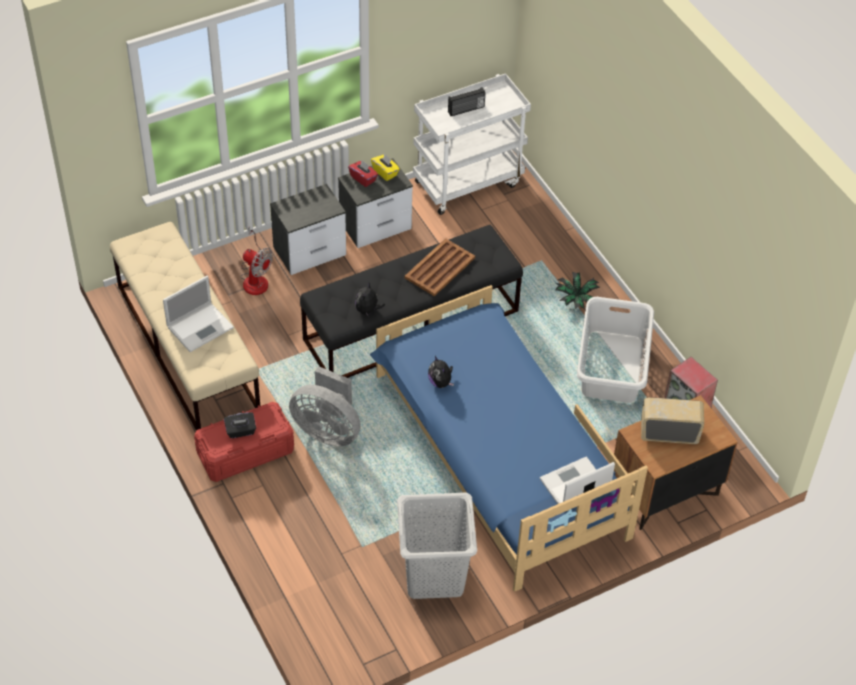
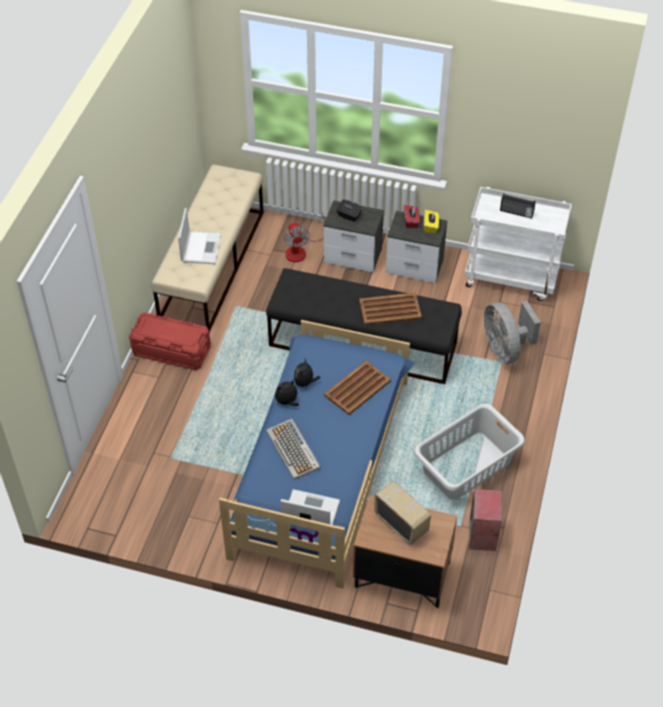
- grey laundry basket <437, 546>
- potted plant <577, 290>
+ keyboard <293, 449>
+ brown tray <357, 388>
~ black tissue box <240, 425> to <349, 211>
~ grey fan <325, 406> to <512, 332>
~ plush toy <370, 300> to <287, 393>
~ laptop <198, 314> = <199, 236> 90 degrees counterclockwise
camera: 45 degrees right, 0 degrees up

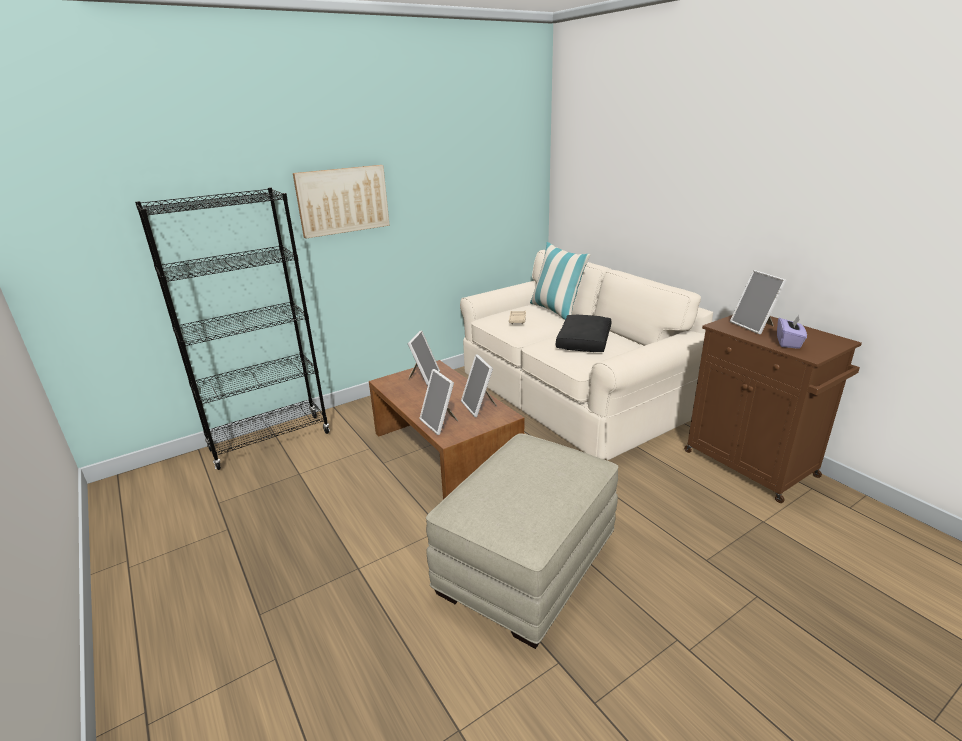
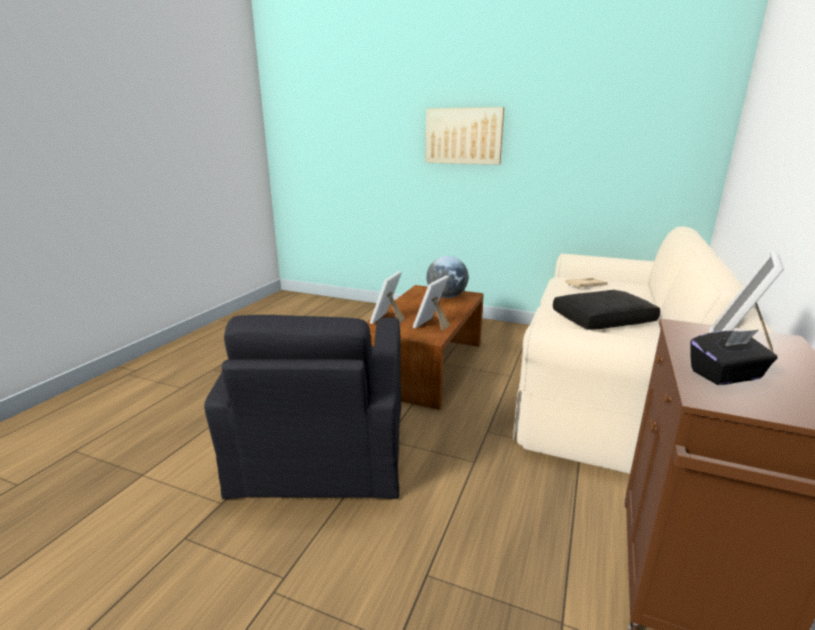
- black bookcase <232, 328>
- pillow <560, 281>
~ picture frame <423, 358> to globe <447, 277>
~ beige ottoman <522, 541> to black armchair <302, 407>
~ purple tissue box <792, 332> to black tissue box <733, 357>
camera: 55 degrees right, 5 degrees down

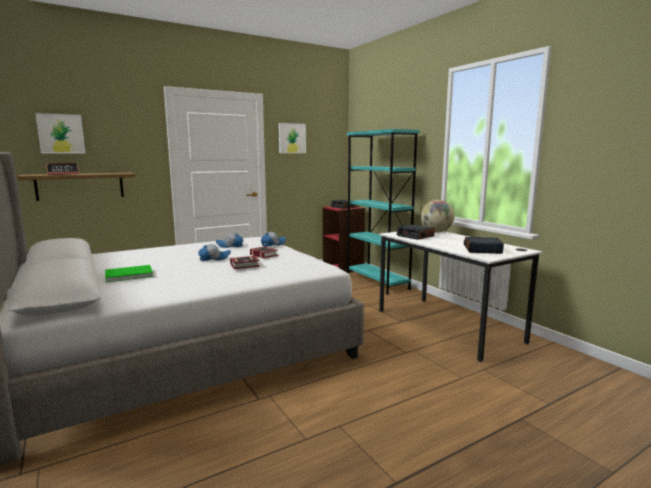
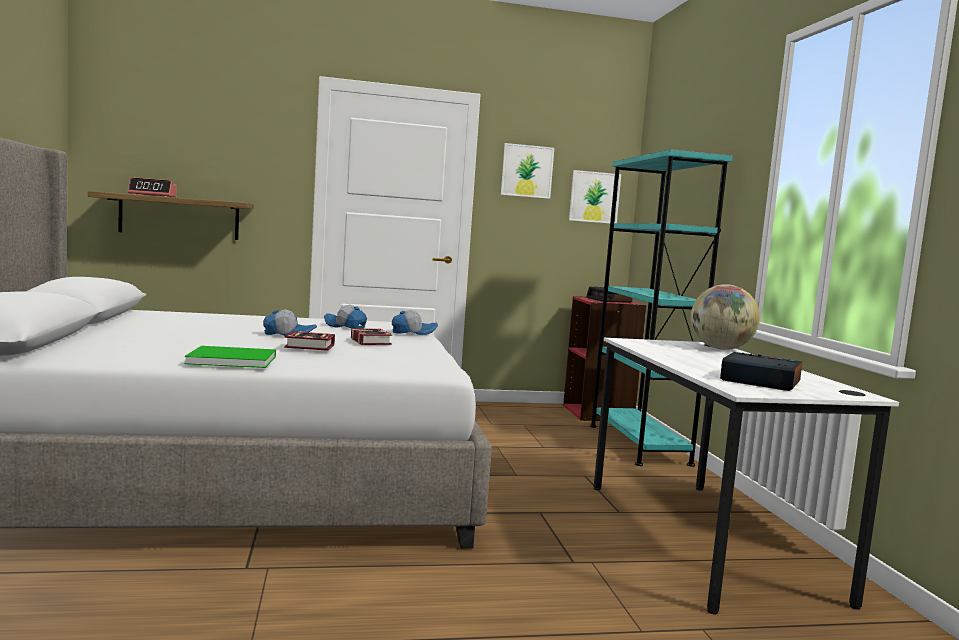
- alarm clock <416, 232>
~ picture <60, 133> to <595, 197>
~ green book <129, 273> to <230, 357>
camera: 20 degrees right, 5 degrees down

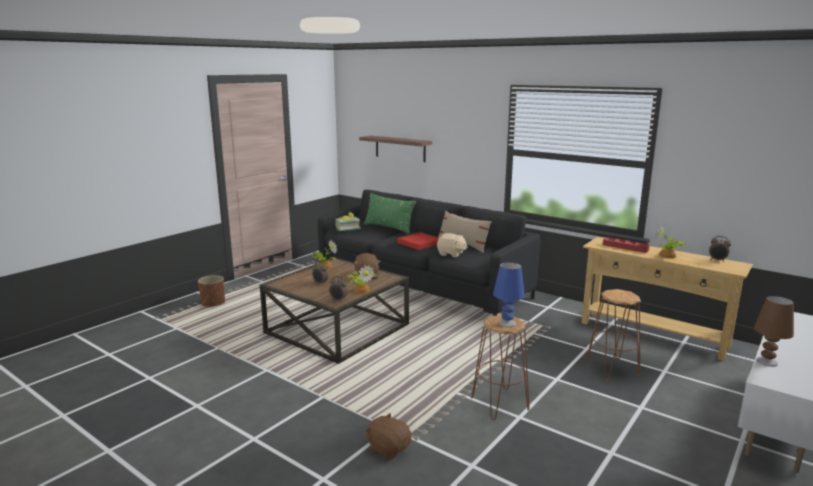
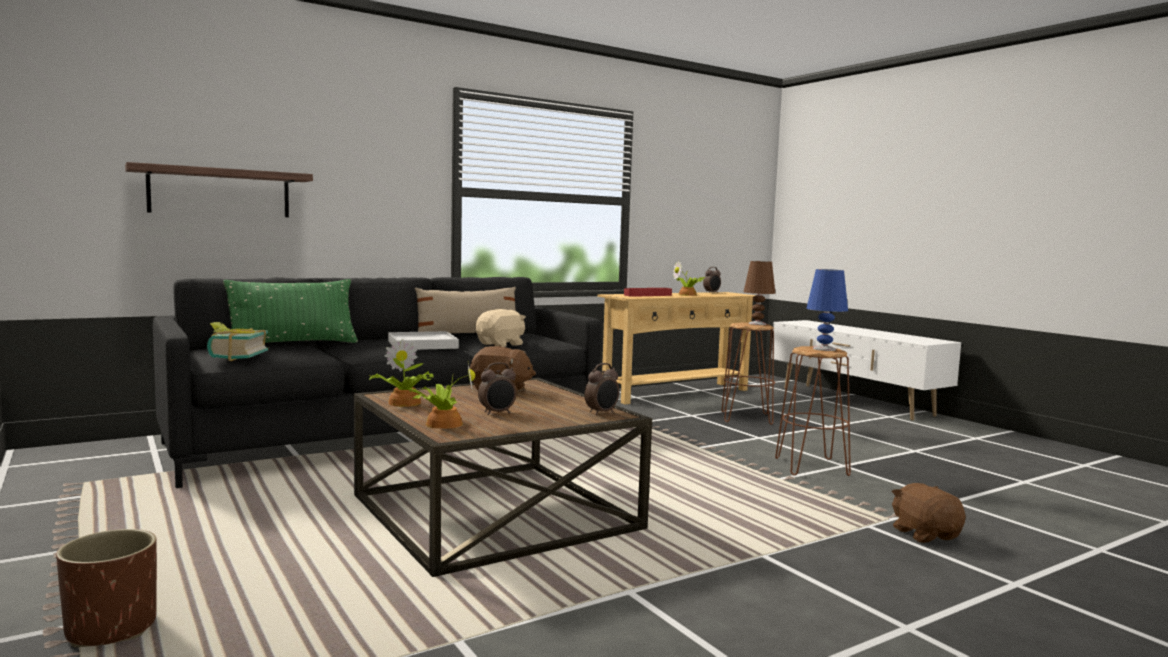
~ potted plant <361, 279> to <441, 395>
~ brown table lamp <774, 331> to <759, 293>
~ red tray <418, 241> to white tray <423, 340>
~ brown plush toy <389, 437> = <929, 513> 105 degrees clockwise
camera: 70 degrees left, 10 degrees down

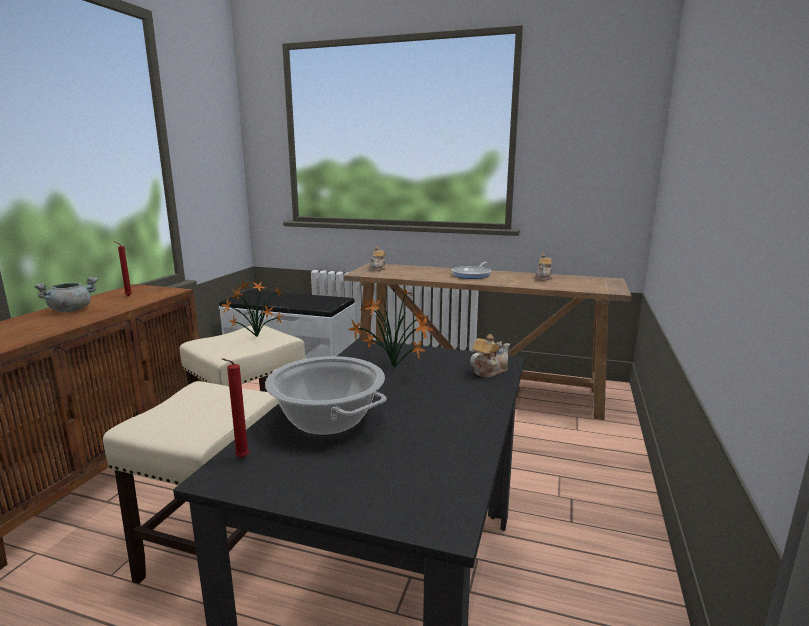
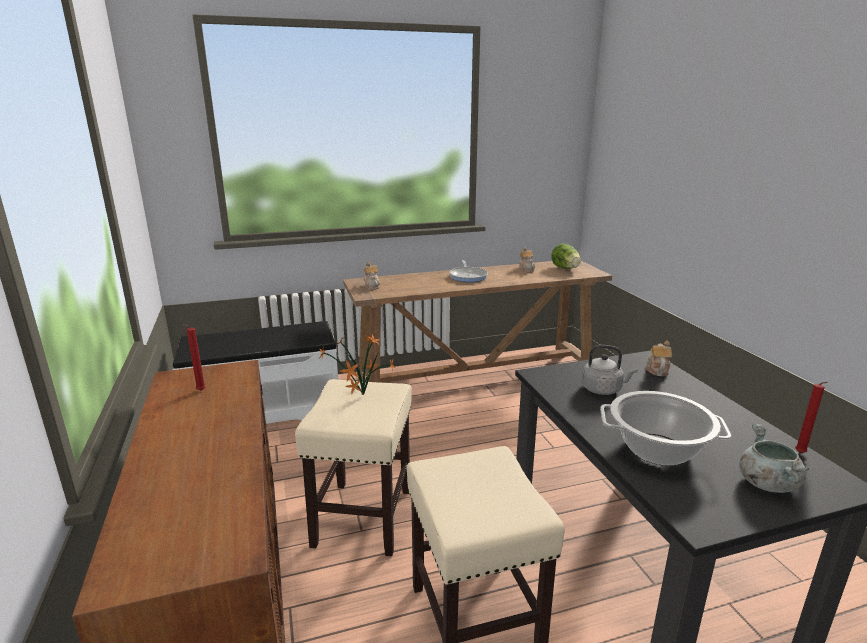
+ lettuce <566, 256>
~ grey cooking pot <66, 294> to <774, 458>
~ red candle <236, 408> to <811, 417>
~ potted plant <391, 328> to grey kettle <609, 370>
camera: 35 degrees left, 5 degrees up

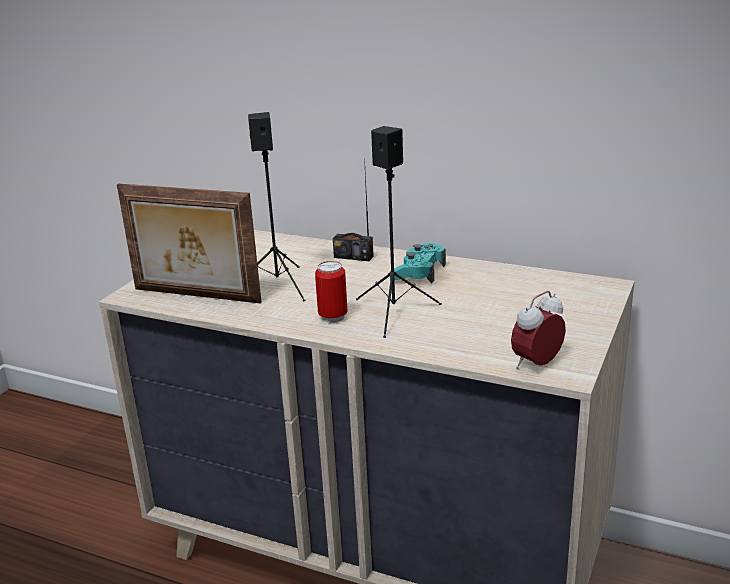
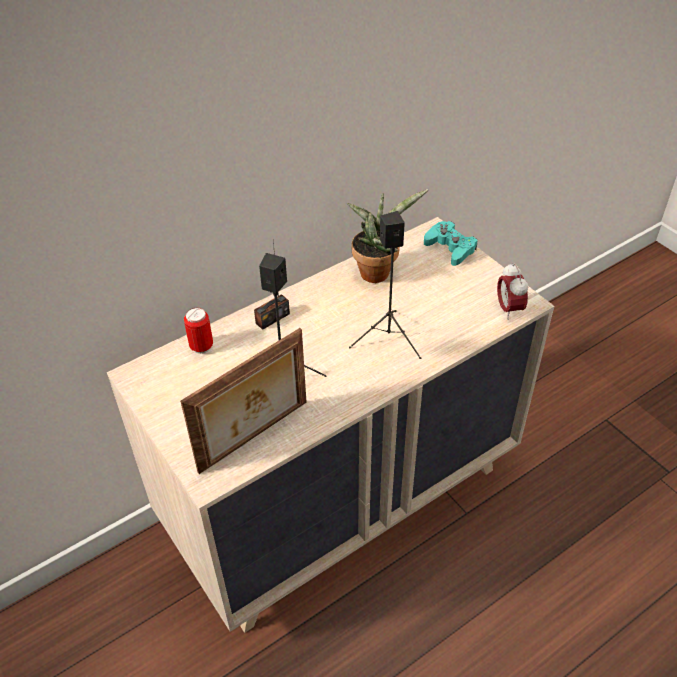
+ potted plant <387, 236>
~ can <331, 292> to <198, 331>
~ turquoise game controller <418, 263> to <451, 243>
camera: 60 degrees left, 20 degrees up

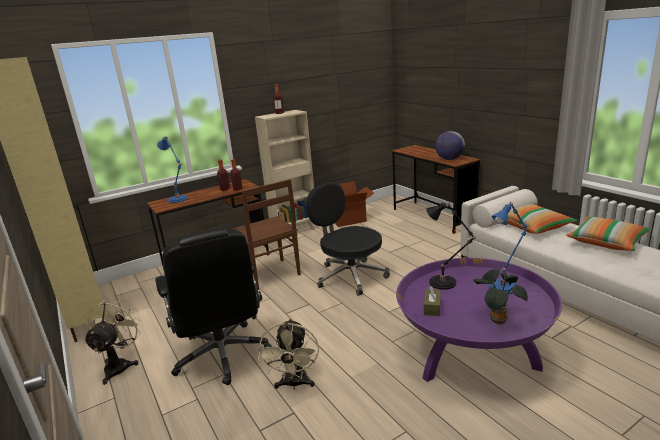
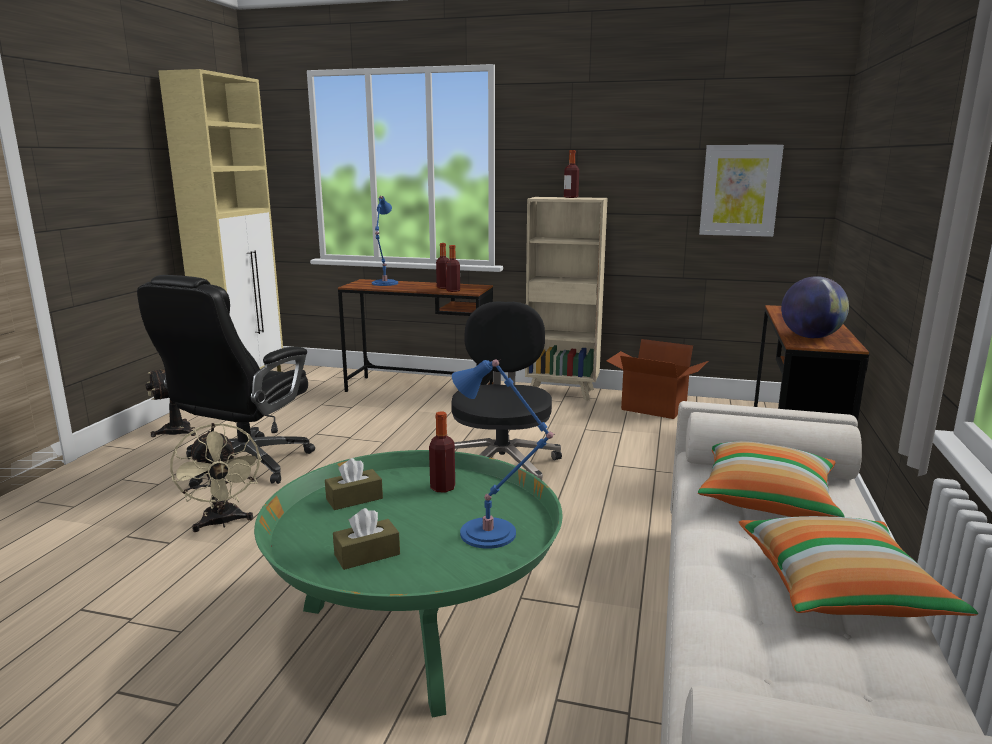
- brown chair <267, 234>
+ picture <741, 191>
~ black table lamp <451, 246> to bottle <442, 451>
~ potted plant <500, 297> to brown tissue box <366, 539>
~ purple coffee table <479, 320> to green coffee table <408, 584>
~ beige fan <288, 354> = <216, 477> 75 degrees counterclockwise
camera: 45 degrees right, 5 degrees down

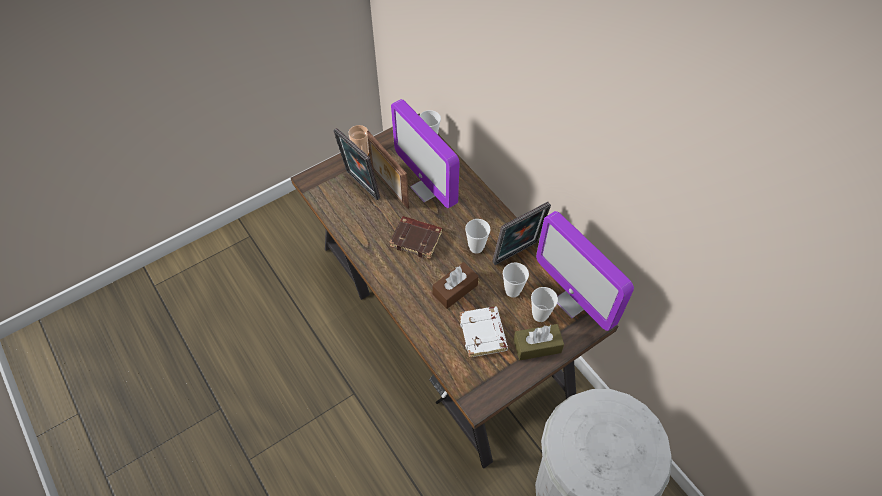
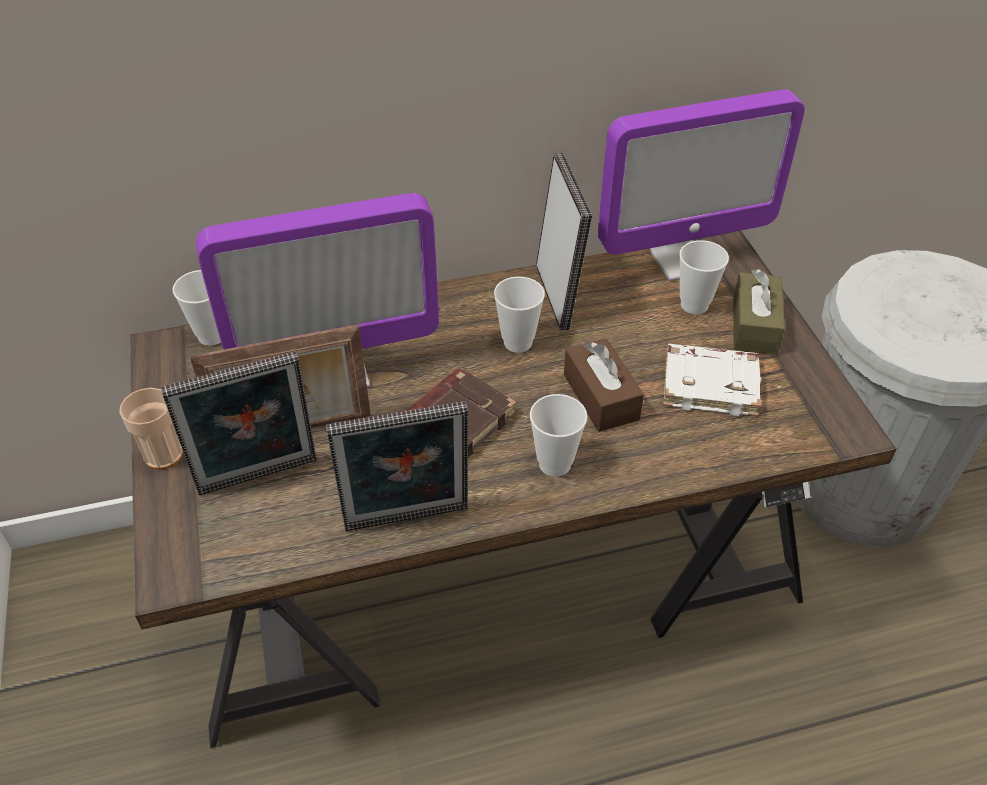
+ picture frame <397, 466>
~ cup <516, 280> to <558, 435>
camera: 70 degrees left, 10 degrees down

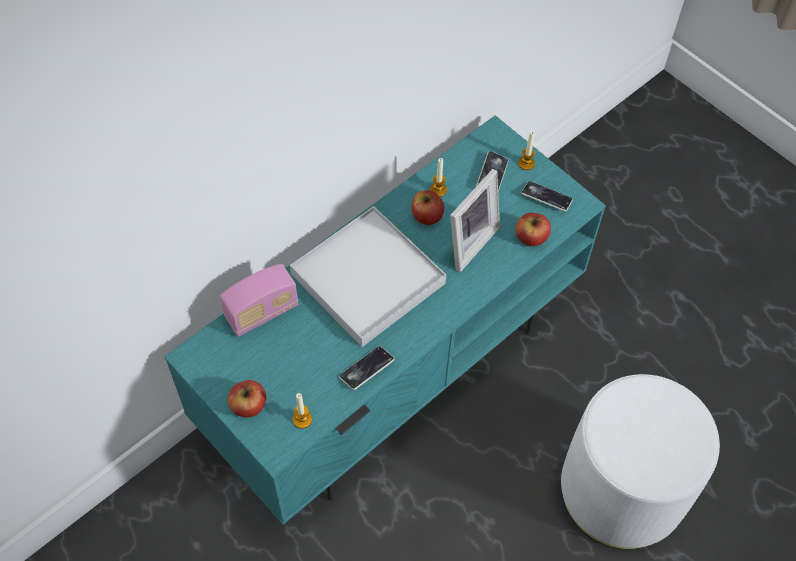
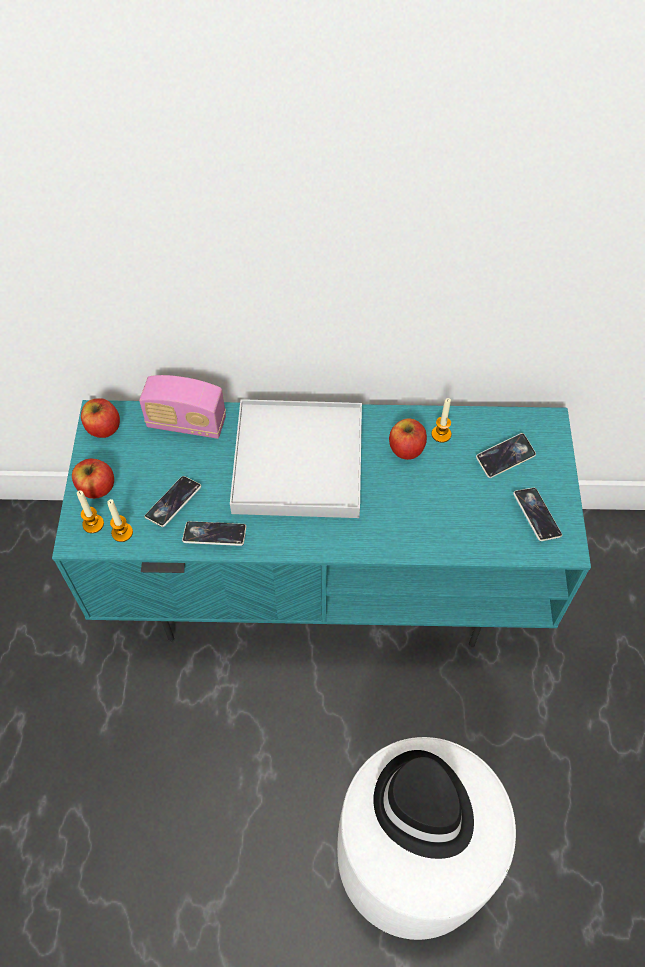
- picture frame <475, 220>
+ phone <173, 501>
+ black hat <424, 804>
~ apple <533, 230> to <100, 418>
~ candle <526, 150> to <90, 511>
camera: 45 degrees right, 0 degrees up

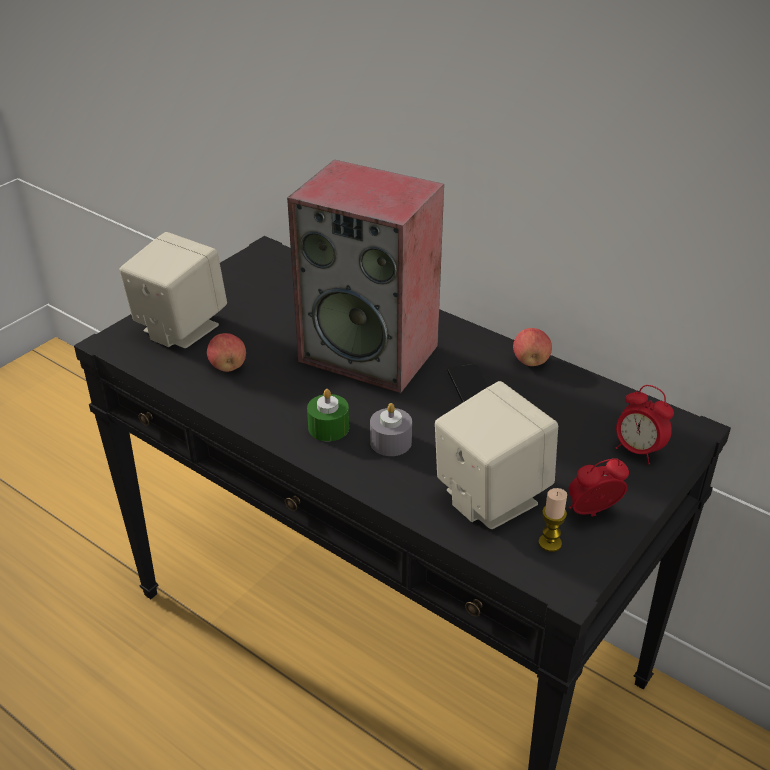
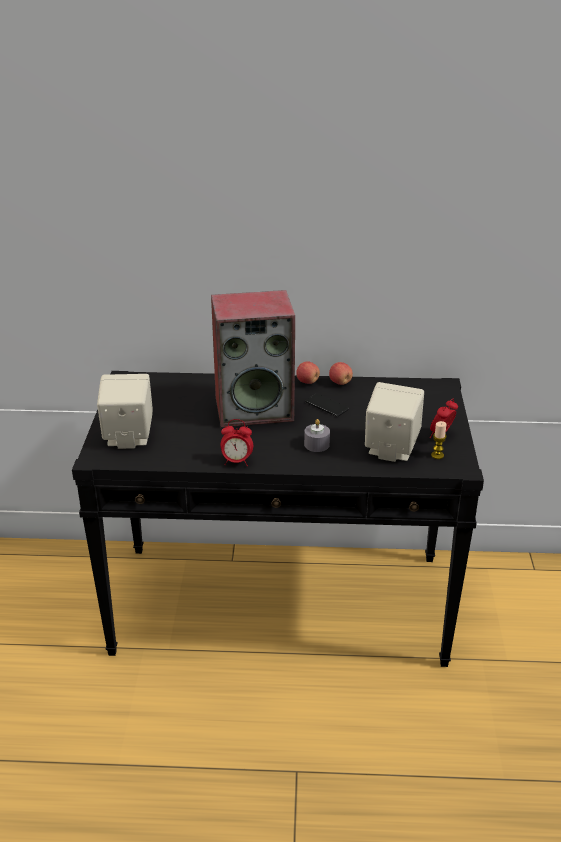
- green candle <328, 415>
~ apple <226, 352> to <308, 372>
~ alarm clock <644, 424> to <237, 442>
camera: 35 degrees left, 5 degrees down

